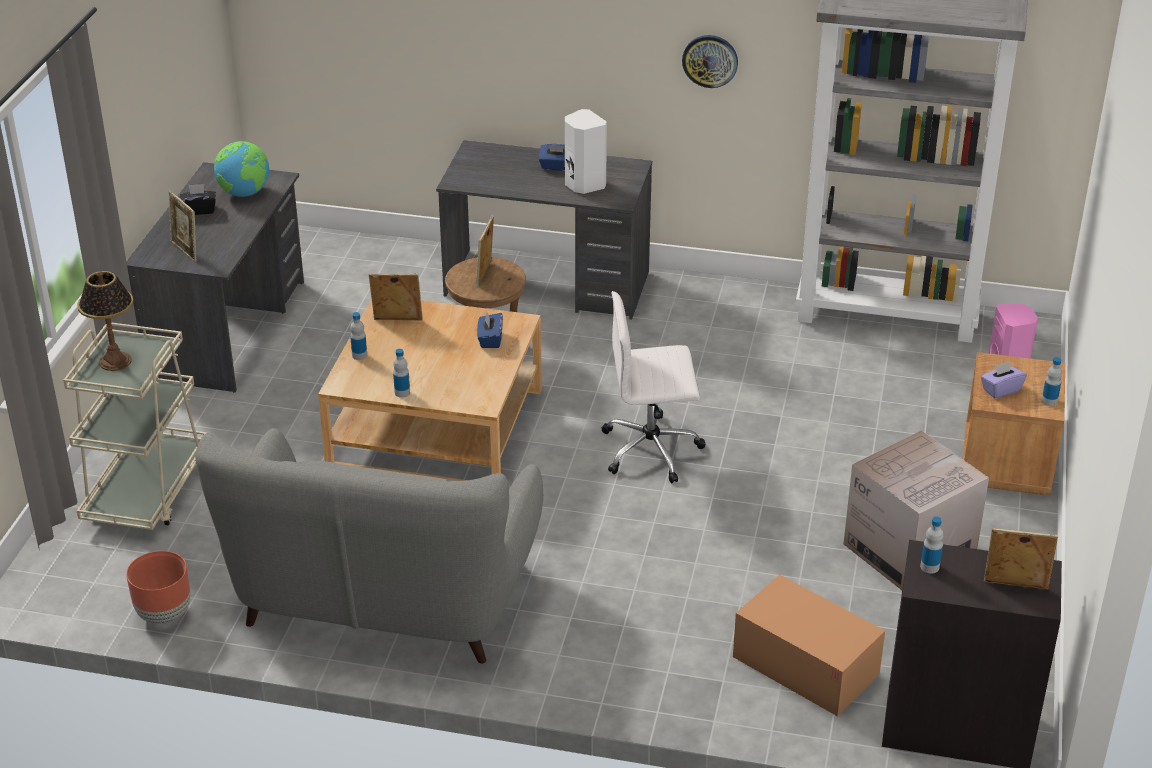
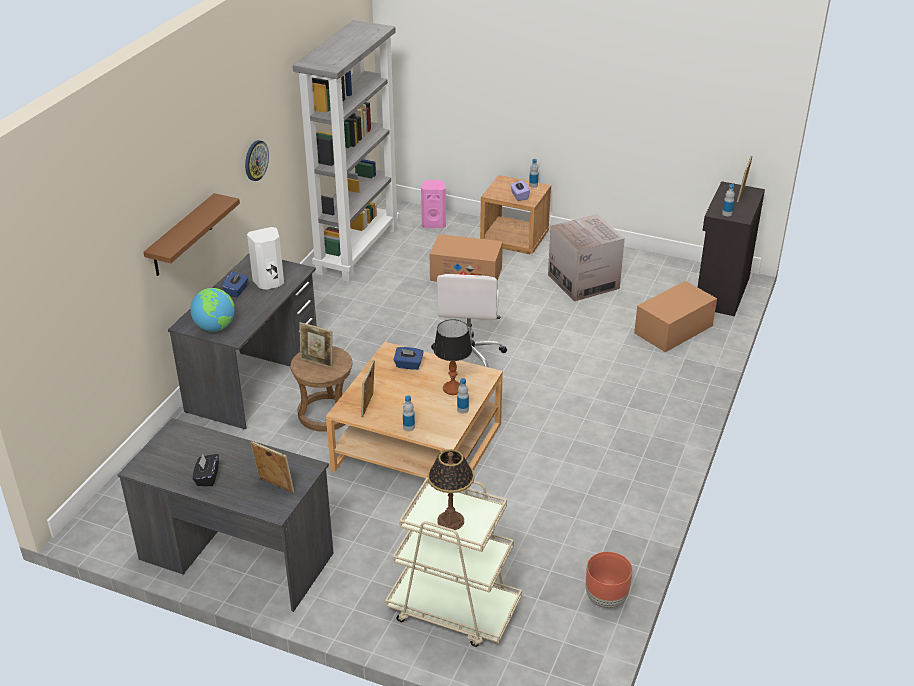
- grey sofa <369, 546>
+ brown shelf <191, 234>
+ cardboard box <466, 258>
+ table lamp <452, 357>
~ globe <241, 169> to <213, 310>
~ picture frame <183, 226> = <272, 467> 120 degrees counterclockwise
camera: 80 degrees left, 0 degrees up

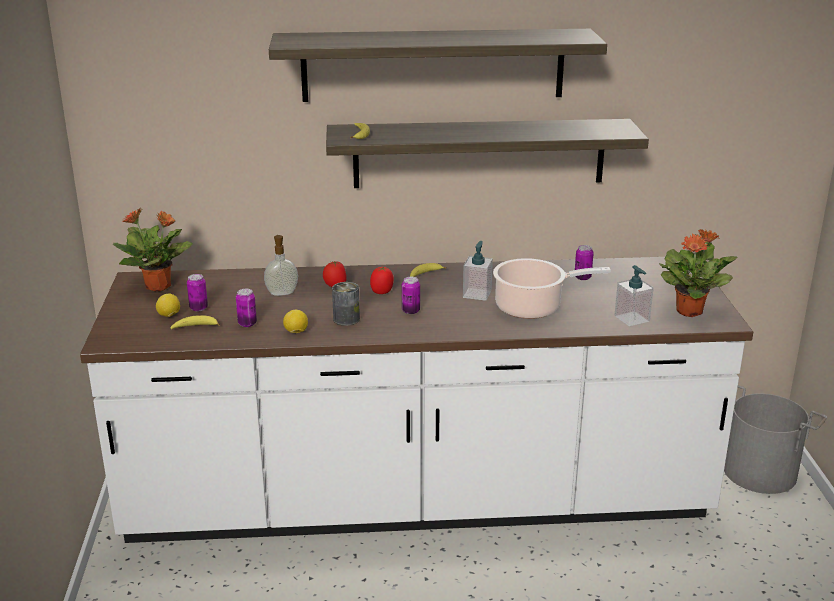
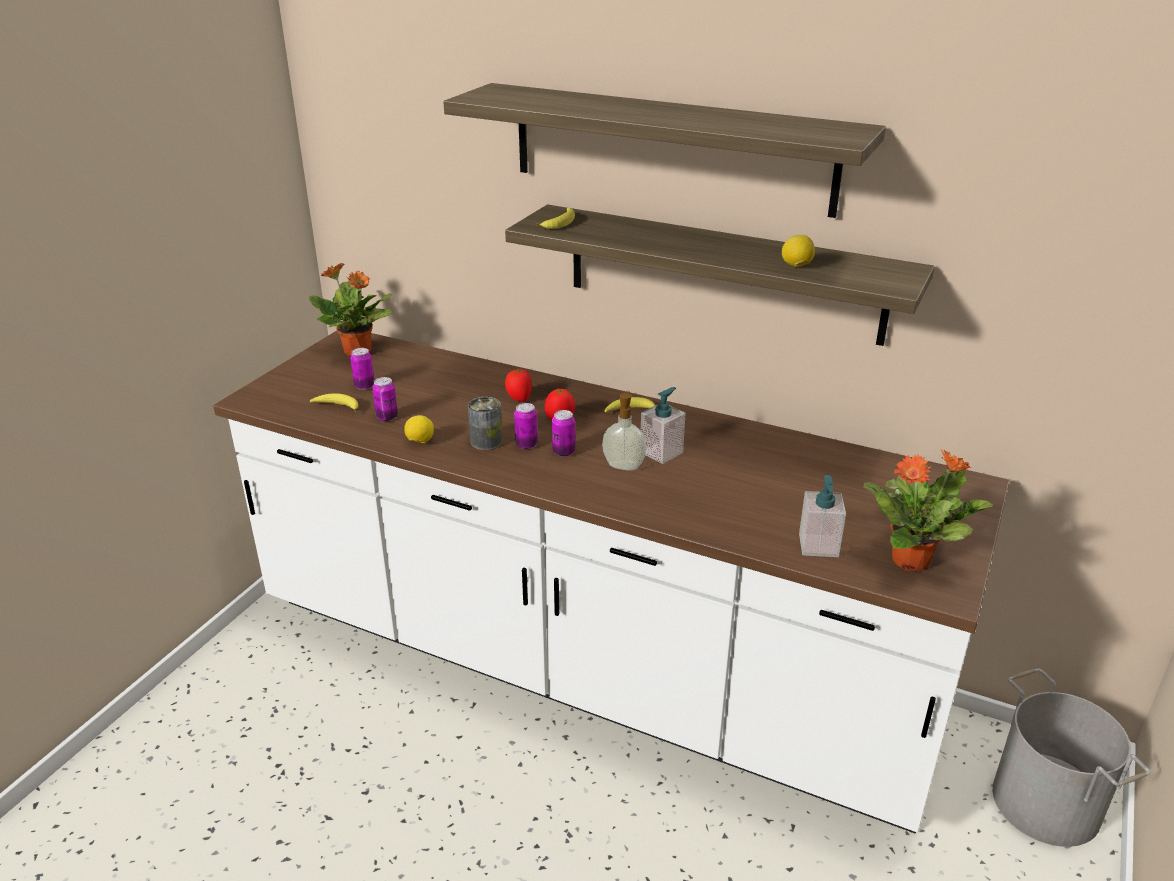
- cooking pot <552, 288>
~ lemon <168, 305> to <798, 251>
~ soap dispenser <281, 265> to <624, 431>
~ can <584, 262> to <526, 426>
camera: 30 degrees right, 5 degrees up

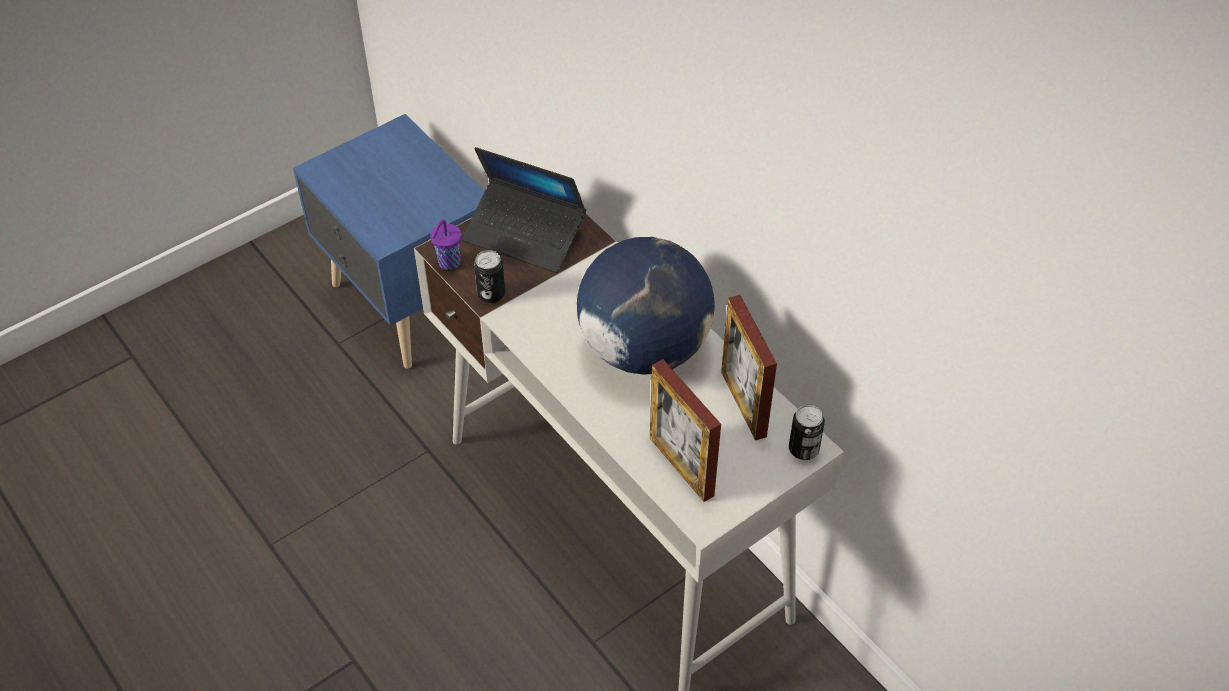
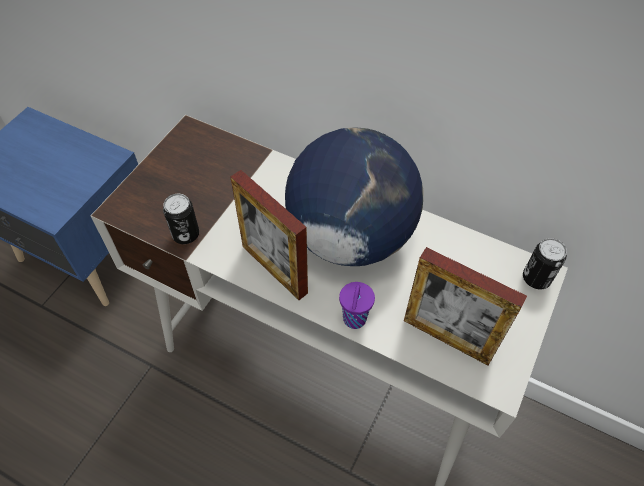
- laptop <524, 210>
~ purple cup <446, 244> to <357, 305>
~ picture frame <749, 367> to <269, 235>
camera: 25 degrees left, 5 degrees up

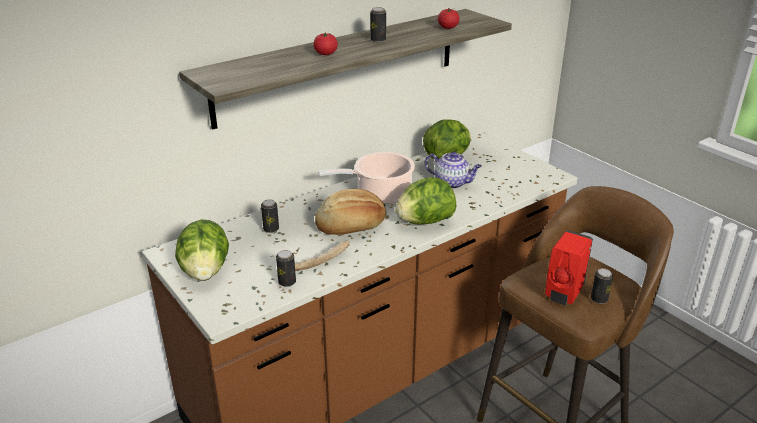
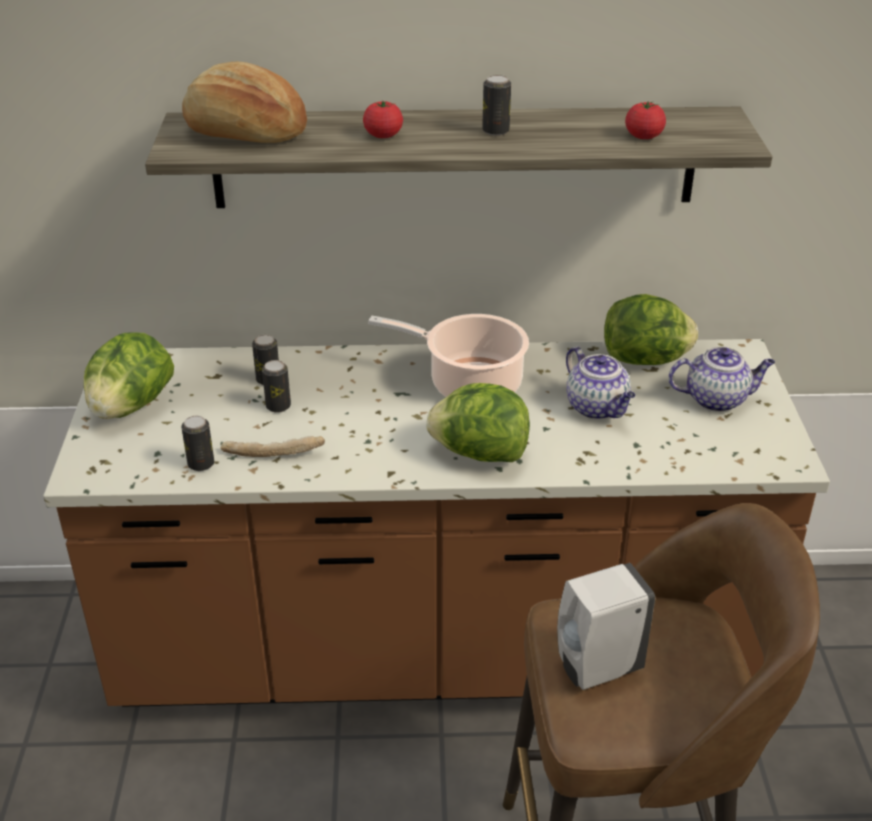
+ teapot <721, 379>
~ bread <350, 212> to <244, 102>
~ can <602, 286> to <276, 386>
~ red soap dispenser <569, 267> to white soap dispenser <606, 626>
camera: 35 degrees right, 5 degrees up

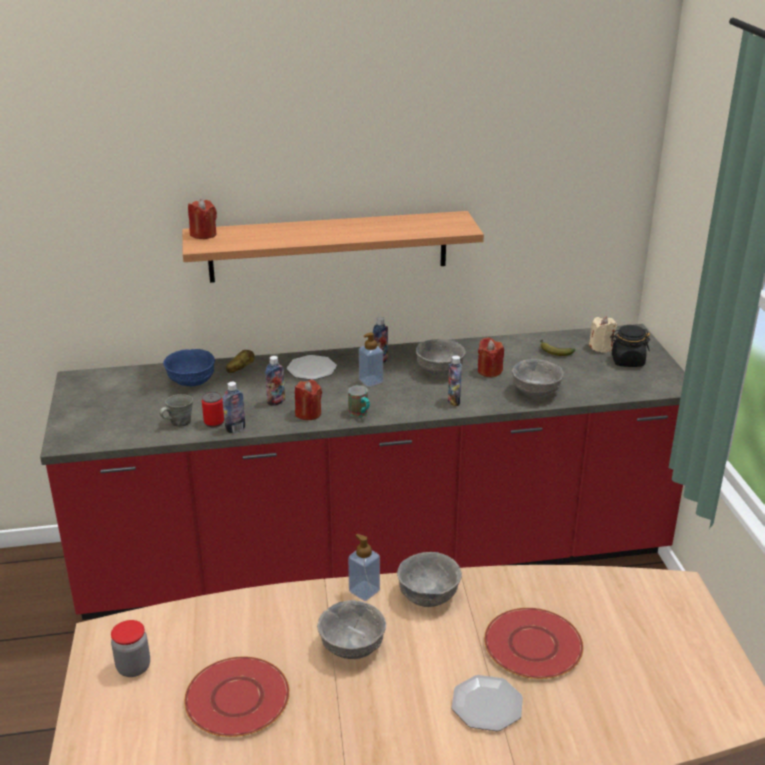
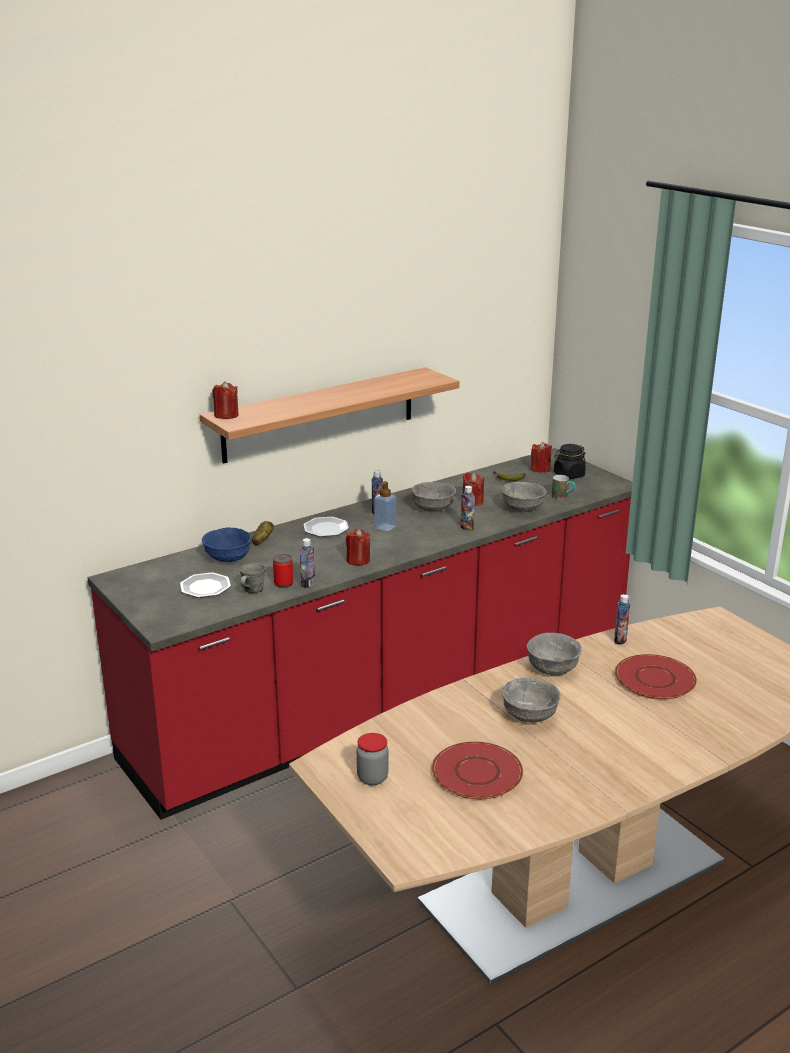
- soap dispenser <364, 567>
~ bottle <275, 381> to <622, 619>
~ mug <359, 401> to <563, 487>
~ plate <487, 703> to <205, 585>
~ beige candle <603, 334> to red candle <541, 457>
camera: 25 degrees left, 5 degrees down

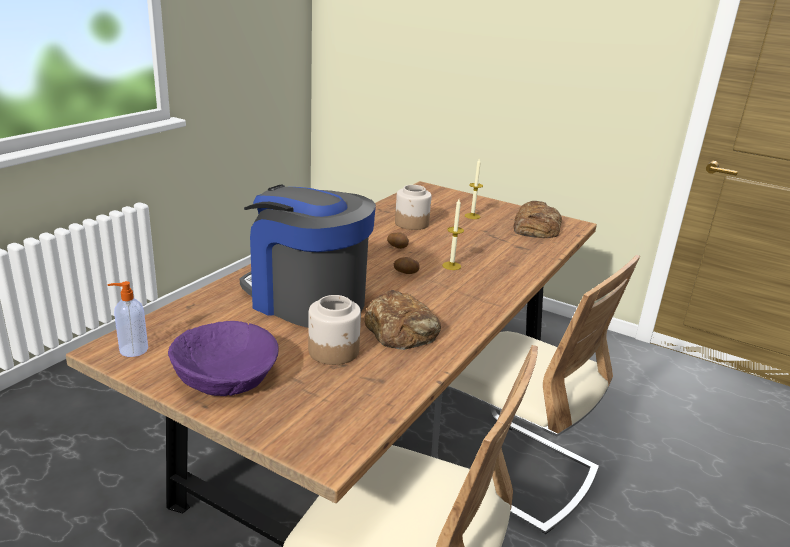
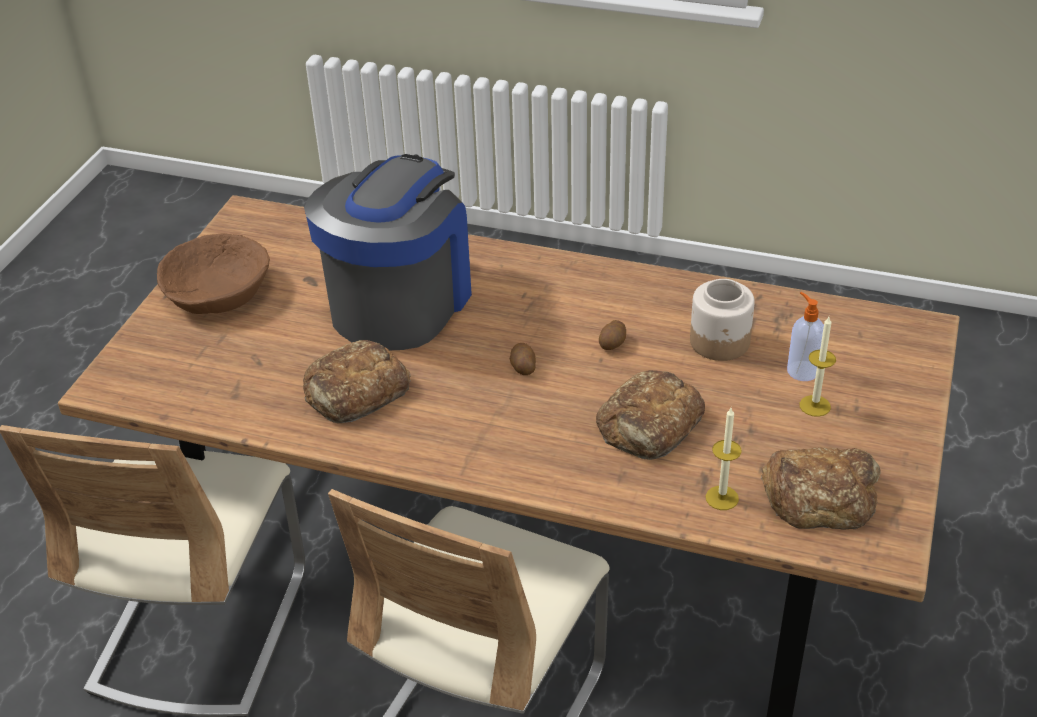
- jar <334, 330>
+ bread <650, 415>
~ soap dispenser <128, 319> to <805, 336>
~ candle <453, 234> to <724, 459>
~ purple bowl <223, 358> to brown bowl <213, 273>
camera: 80 degrees right, 15 degrees up

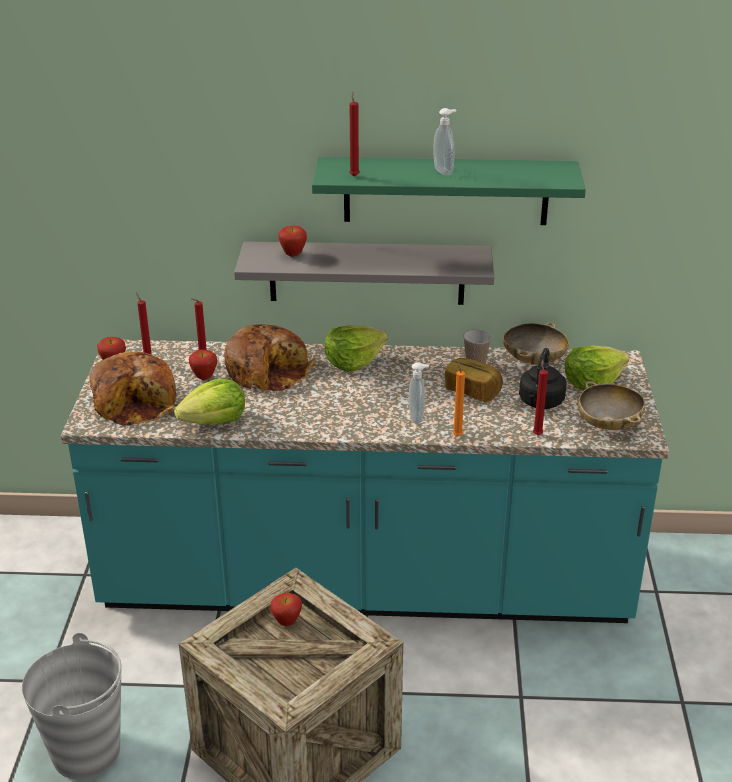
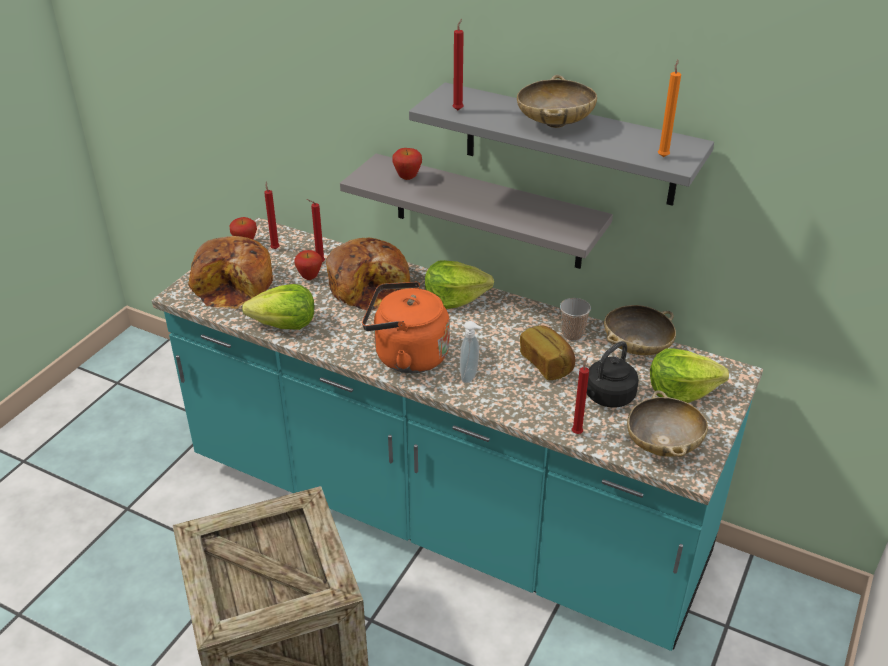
- grey bucket <72, 706>
- apple <286, 609>
+ orange kettle <406, 327>
~ orange candle <459, 399> to <669, 108>
~ soap dispenser <444, 141> to beige bowl <557, 101>
~ green shelf <449, 191> to grey shelf <561, 144>
camera: 25 degrees right, 5 degrees up

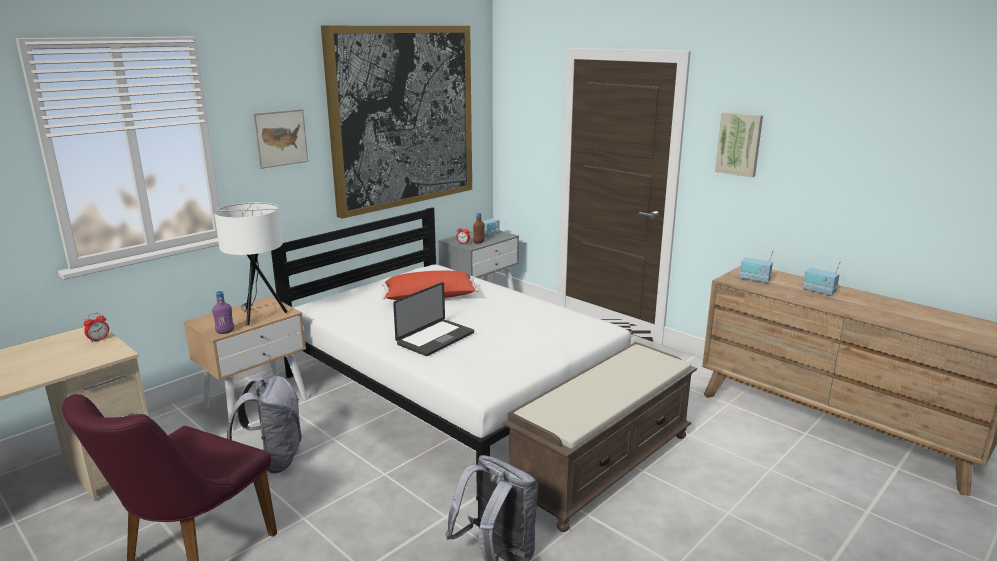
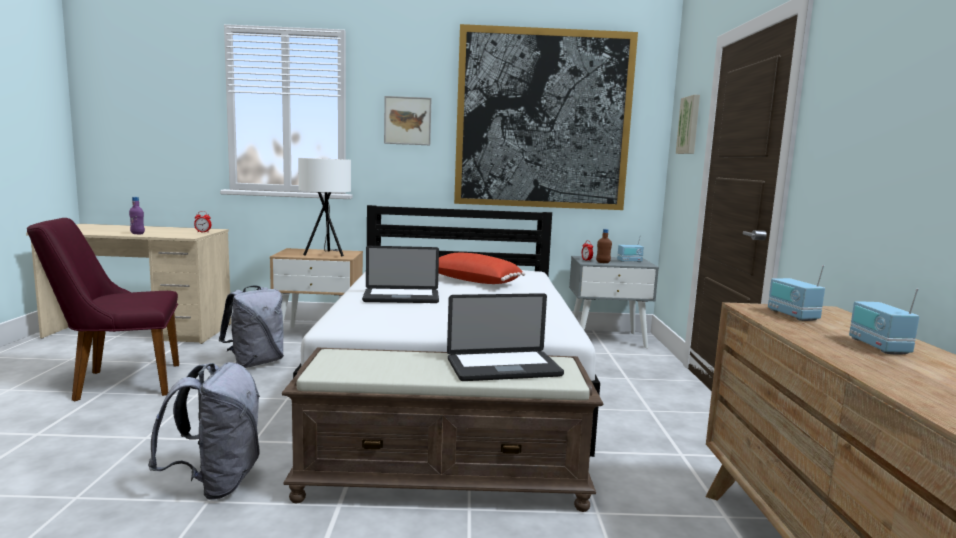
+ laptop <505, 337>
~ purple bottle <223, 312> to <137, 215>
~ picture <739, 144> to <688, 124>
camera: 45 degrees right, 10 degrees down

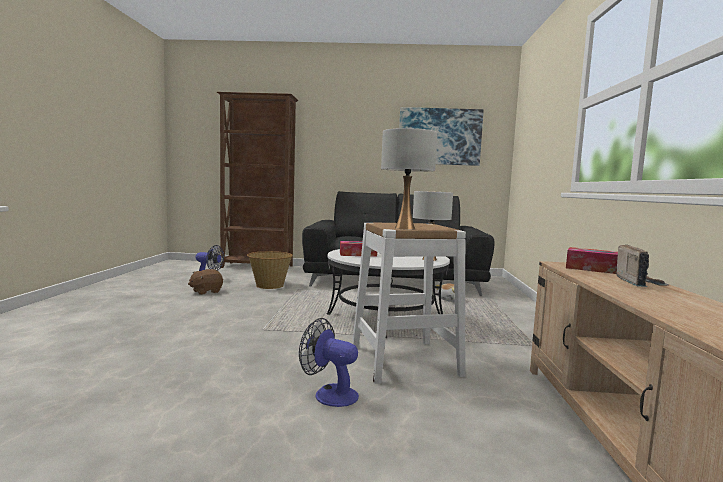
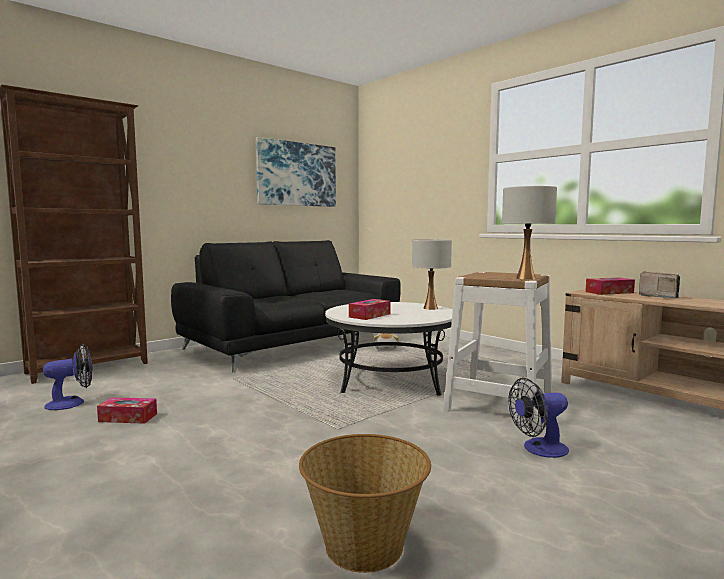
~ basket <270, 270> to <365, 503>
~ brown plush toy <205, 282> to tissue box <127, 410>
camera: 45 degrees left, 0 degrees up

